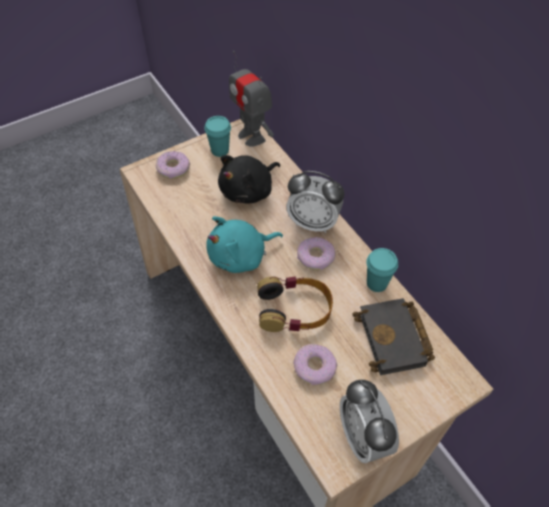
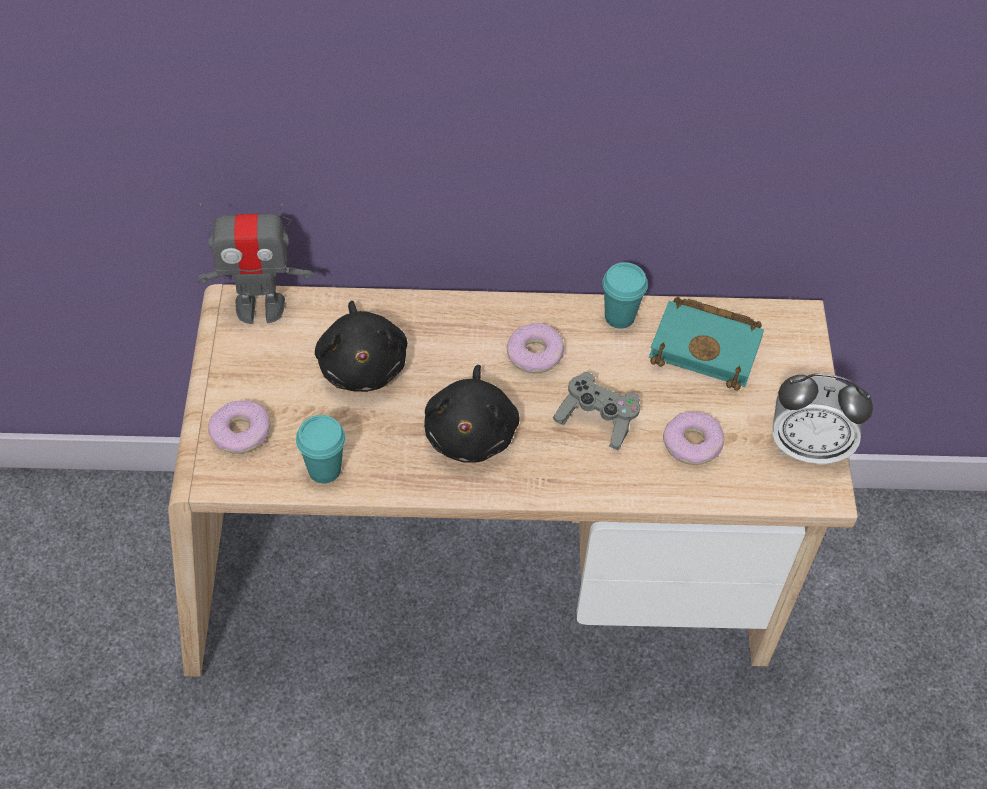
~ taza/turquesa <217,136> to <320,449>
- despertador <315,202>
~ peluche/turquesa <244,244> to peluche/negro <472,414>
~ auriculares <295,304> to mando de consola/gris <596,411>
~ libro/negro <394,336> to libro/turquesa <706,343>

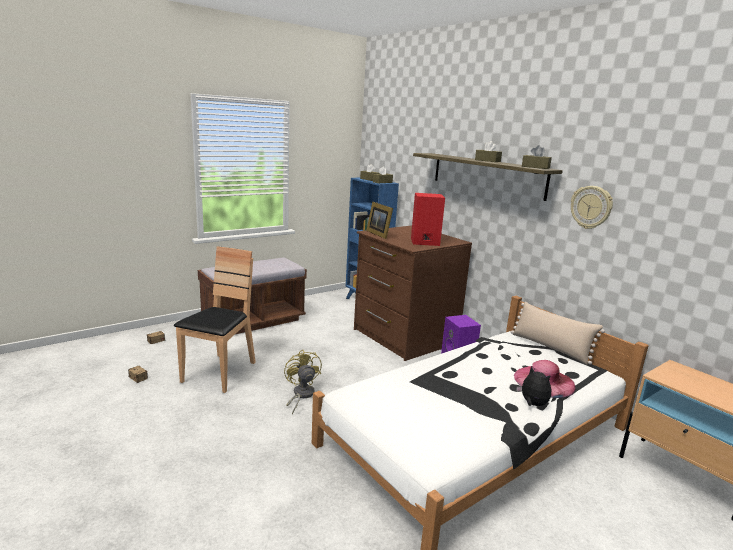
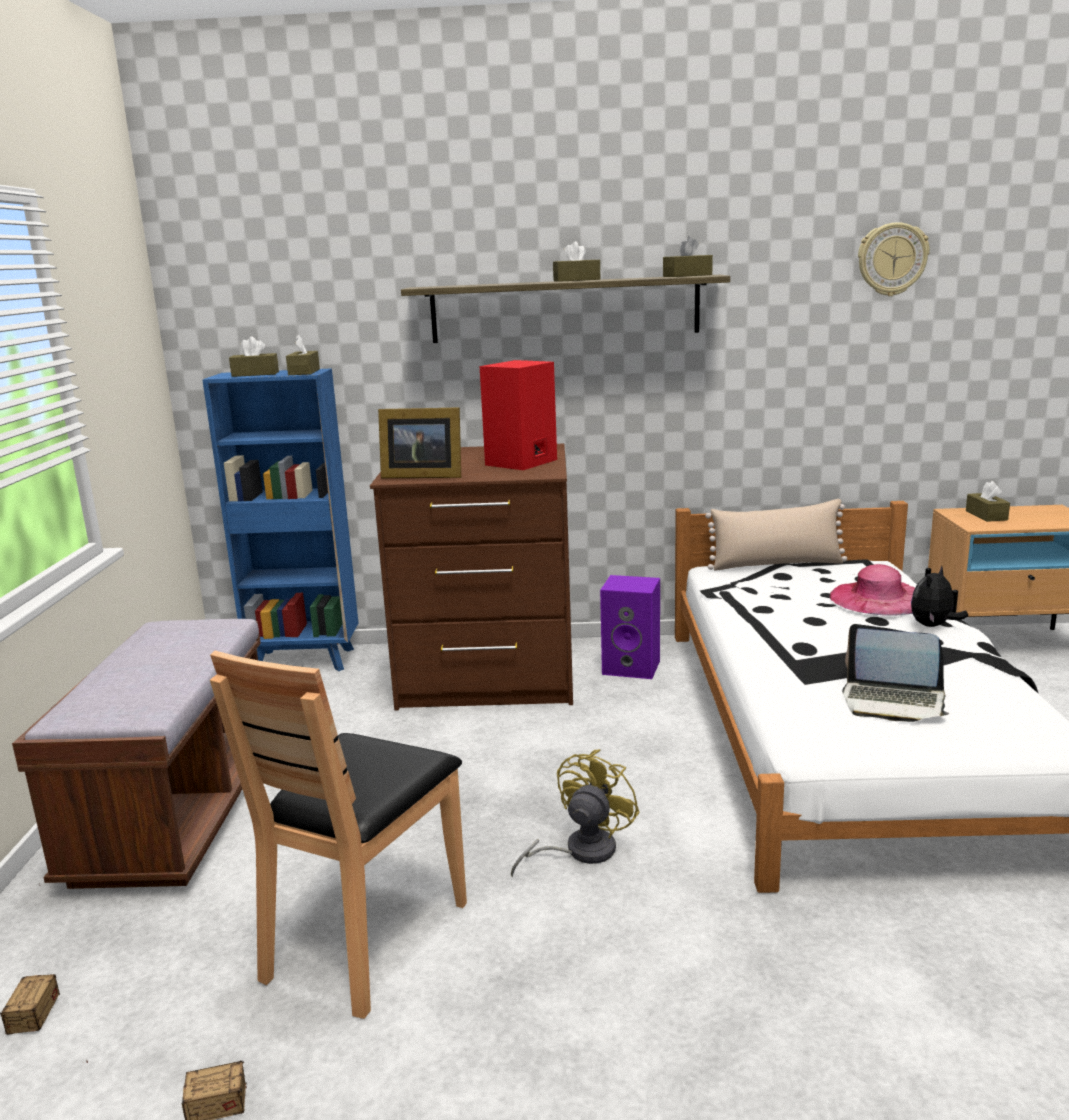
~ reloj de pared <592,207> to <894,259>
~ silla/marrón <215,319> = <338,835> 120 degrees counterclockwise
~ ventilador/amarillo <303,381> = <575,813> 105 degrees clockwise
~ peluche <533,386> = <939,596> 45 degrees counterclockwise
+ caja de pañuelos/marrón <988,501>
+ portátil <895,673>

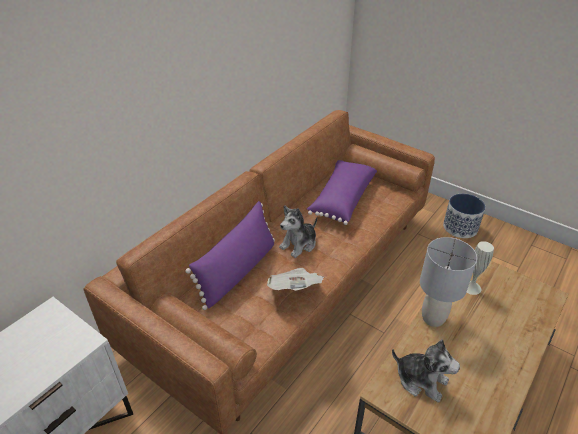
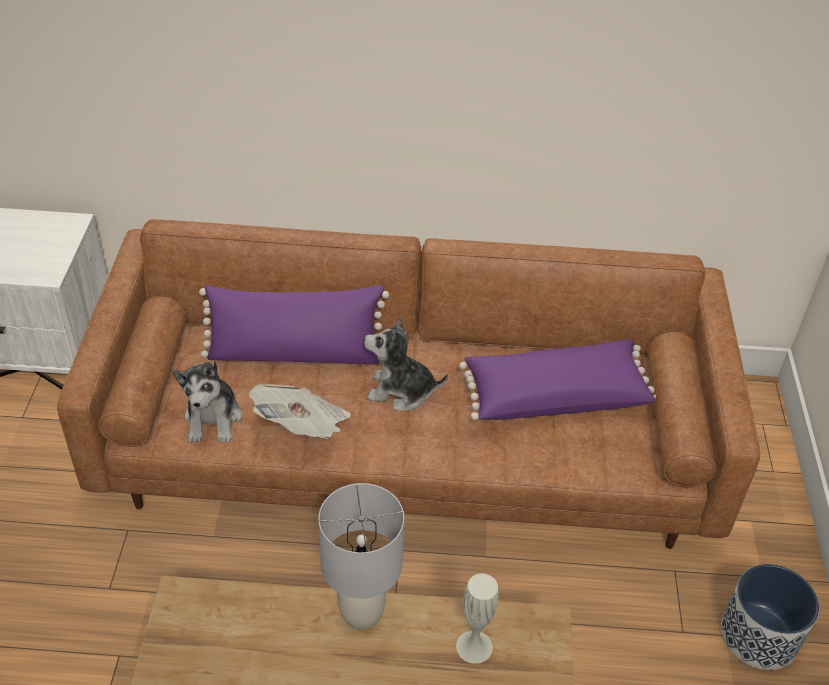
~ peluche <426,371> to <207,401>

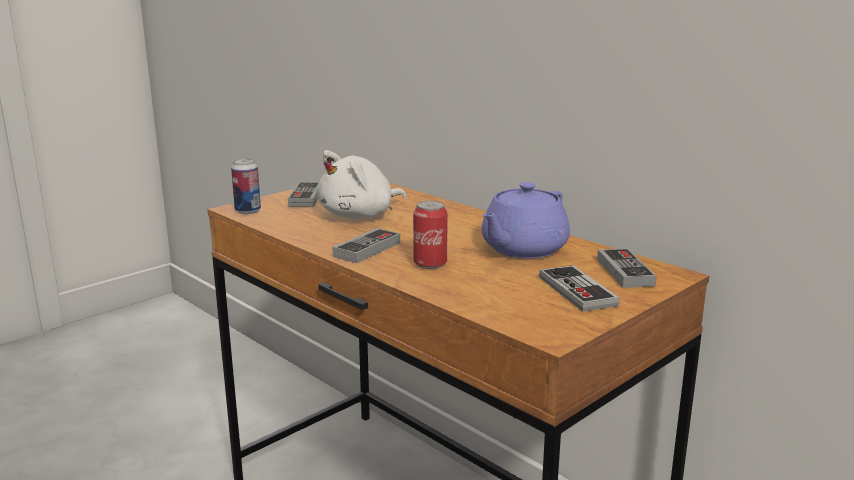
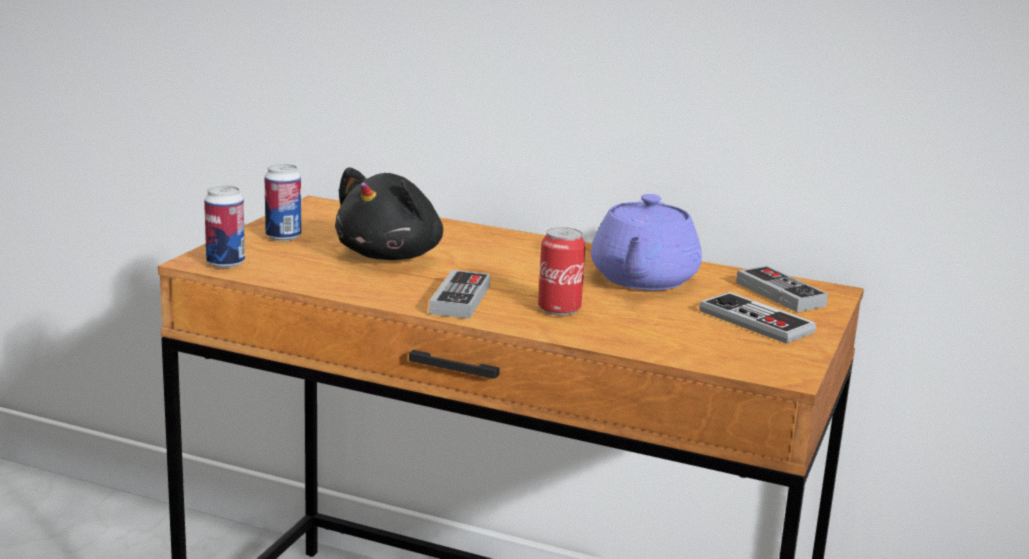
~ peluche/blanco <361,184> to peluche/negro <389,213>
~ mando de consola <303,194> to lata <283,202>

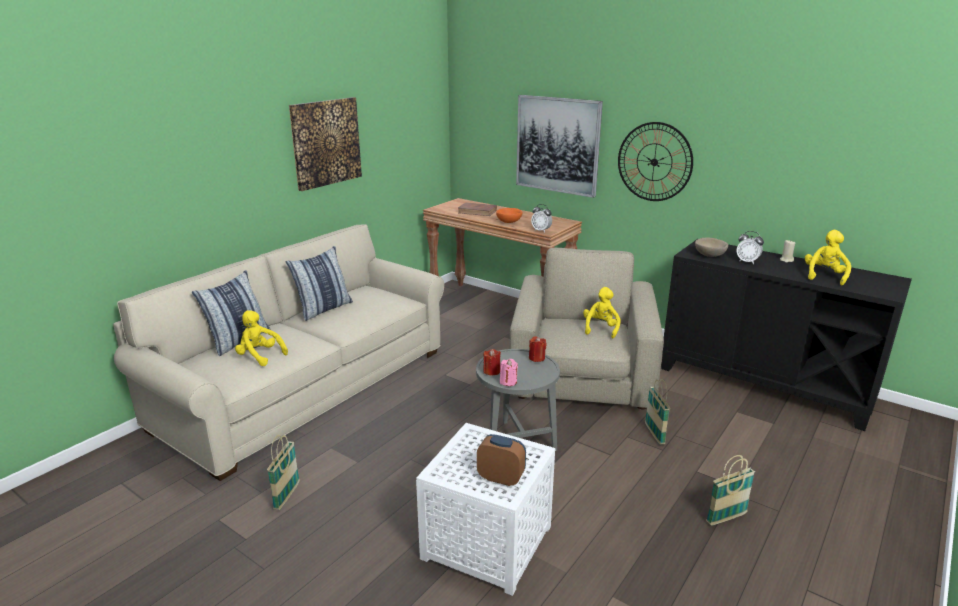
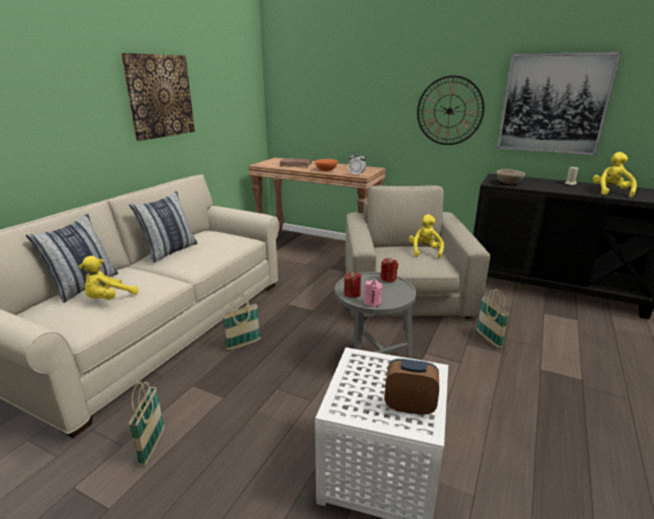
~ cuadro <559,146> to <559,103>
- despertador <750,247>
~ peluche/amarillo <261,338> = <108,278> 75 degrees counterclockwise
~ cesta <730,490> to <241,322>

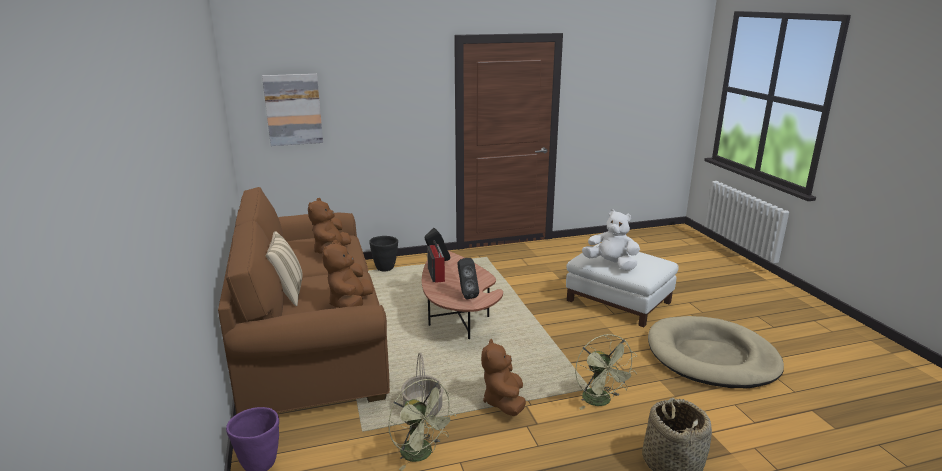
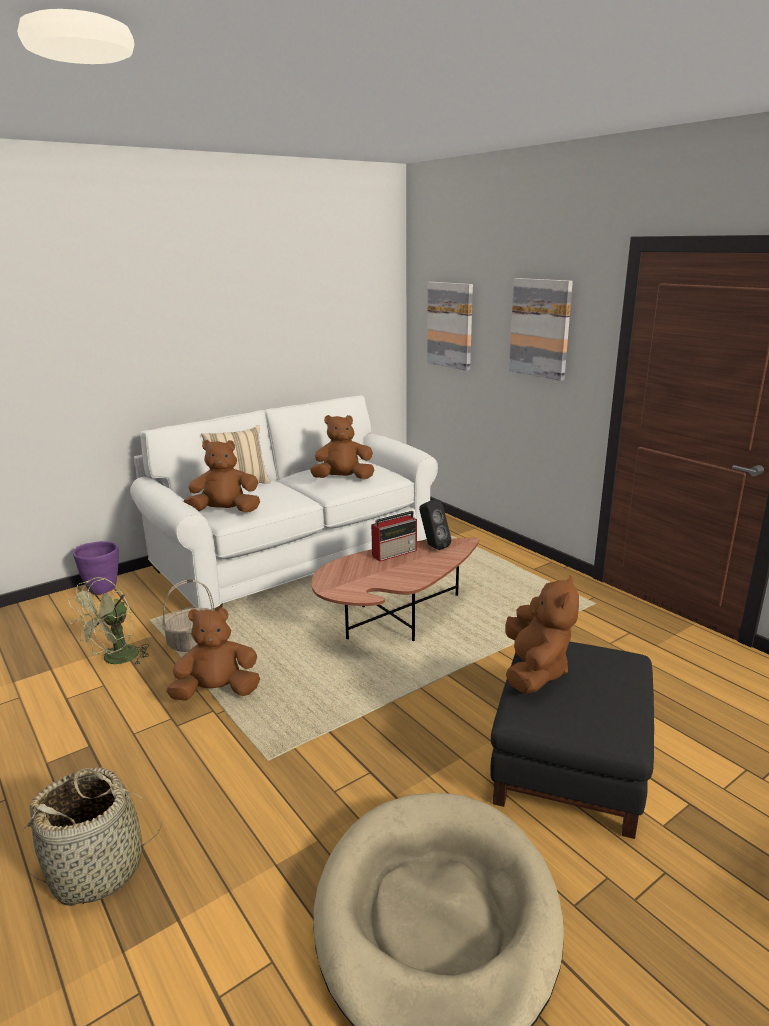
~ sofá/marrón <304,300> to sofá/blanco <284,503>
~ peluche/blanco <611,239> to peluche/marrón <542,635>
- maceta/negro <383,253>
~ puf/blanco <622,285> to puf/negro <572,740>
- altavoz/negro <468,279>
- ventilador/verde <606,372>
+ cuadro <541,329>

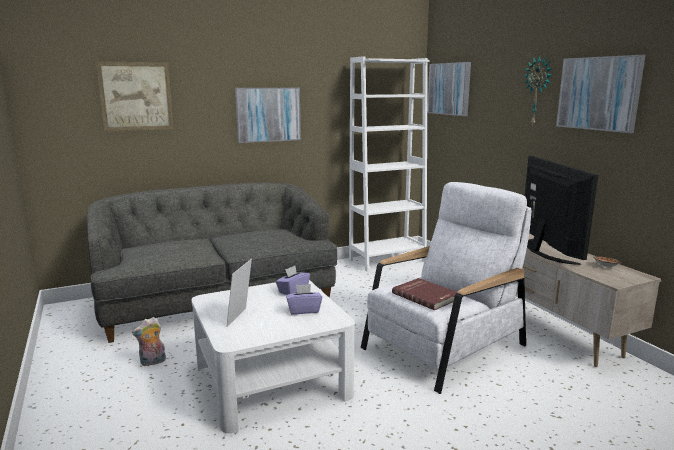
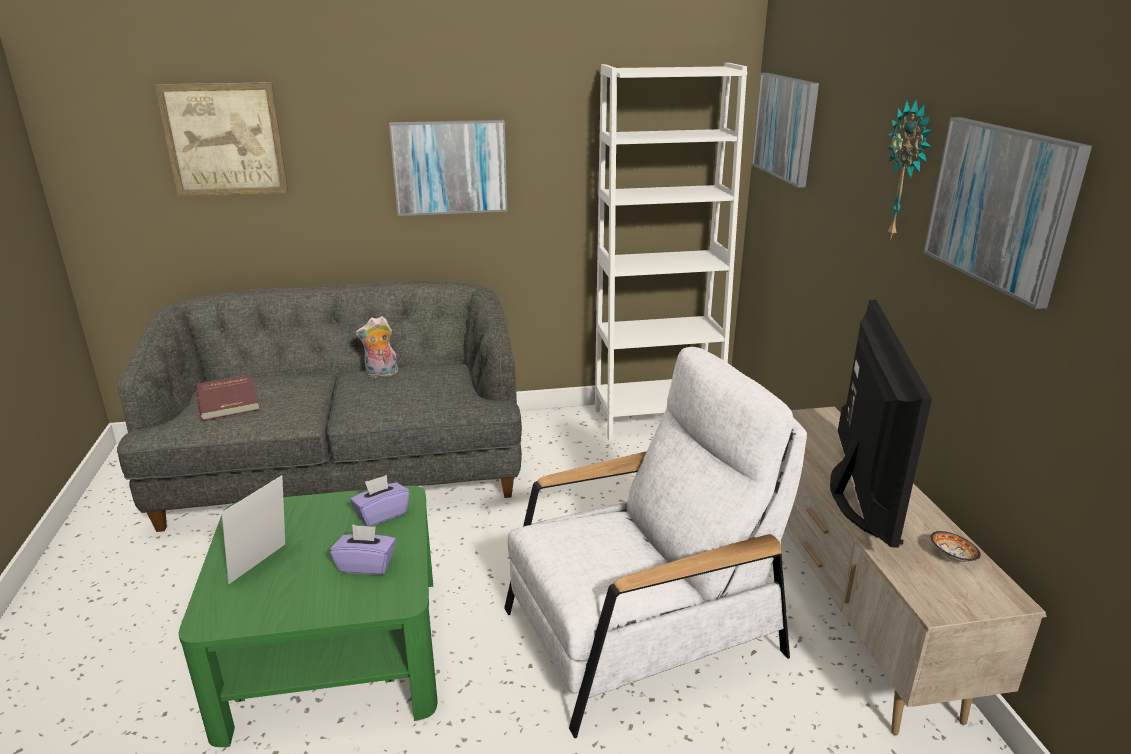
~ libro/rojo <424,294> to <228,397>
~ mesa de centro/blanco <273,356> to mesa de centro/verde <308,616>
~ peluche <149,341> to <376,347>

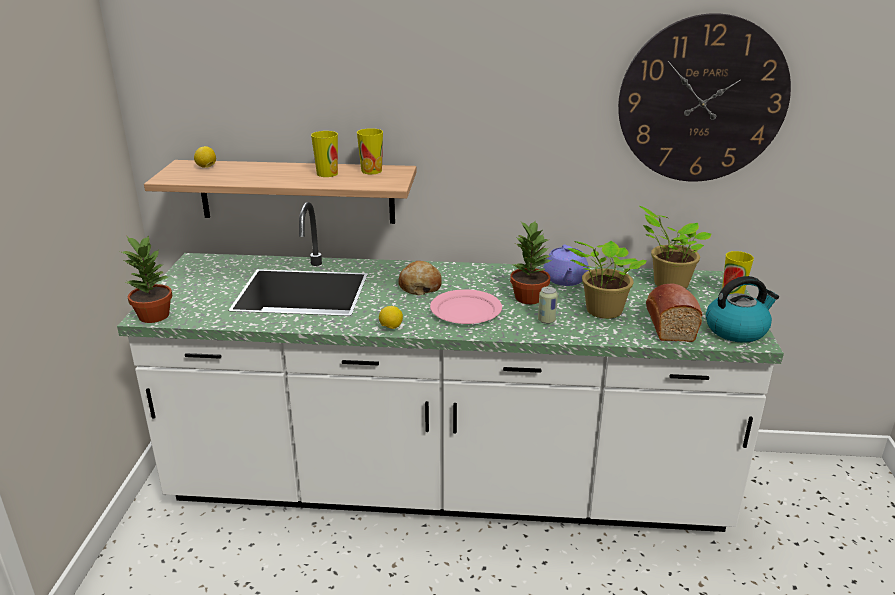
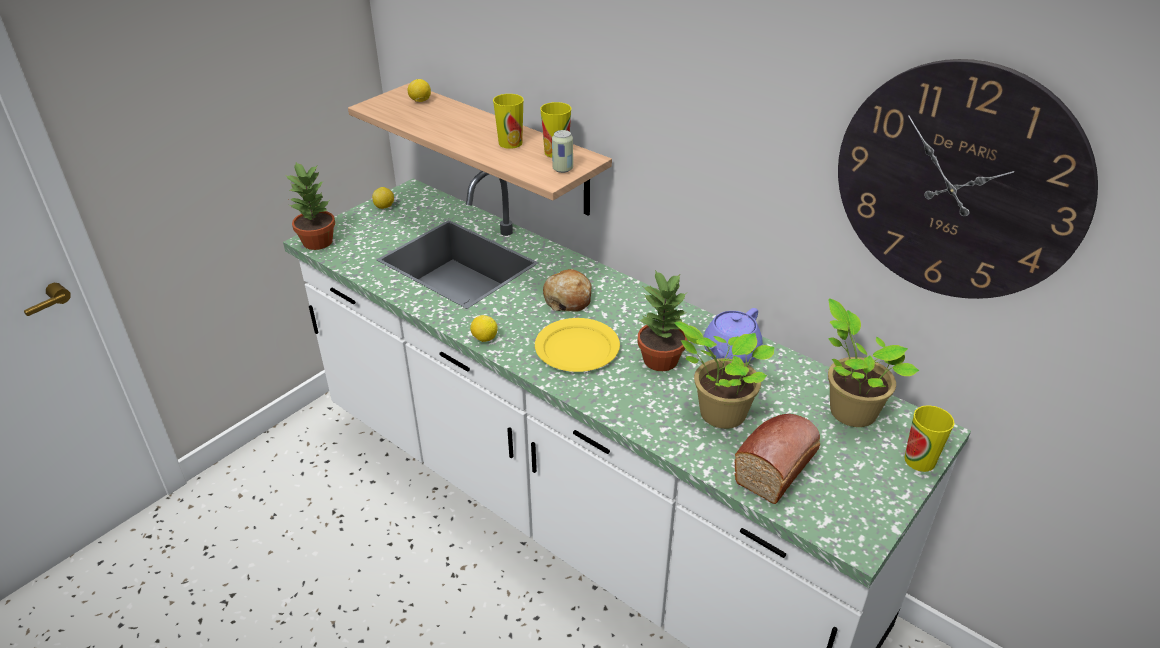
- hervidor <742,309>
~ lata <548,305> to <562,151>
~ plato/rosa <466,306> to plato/amarillo <577,345>
+ limón <383,198>

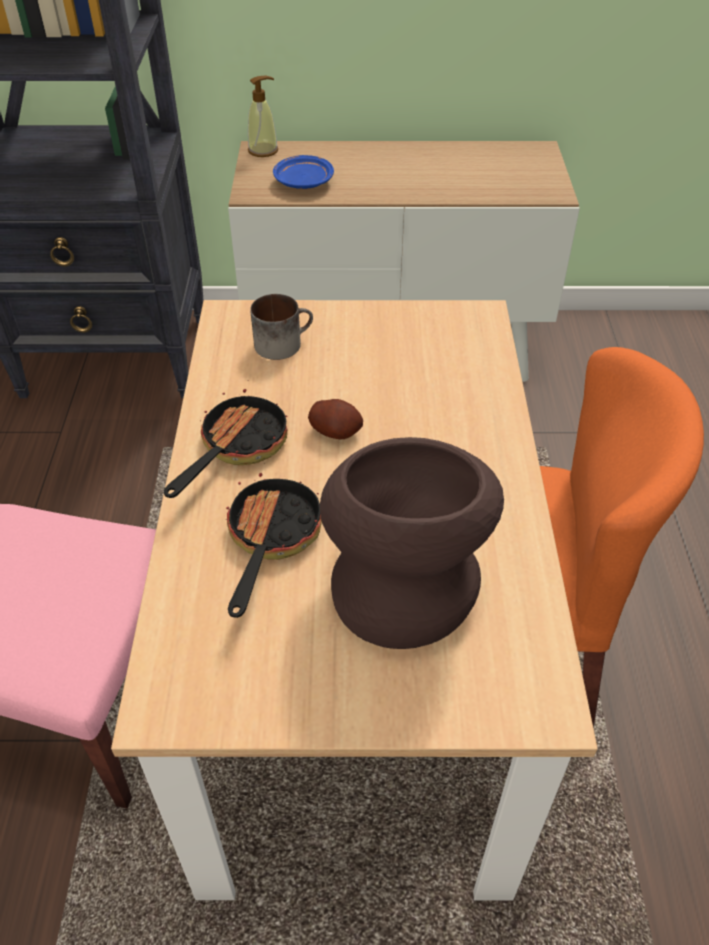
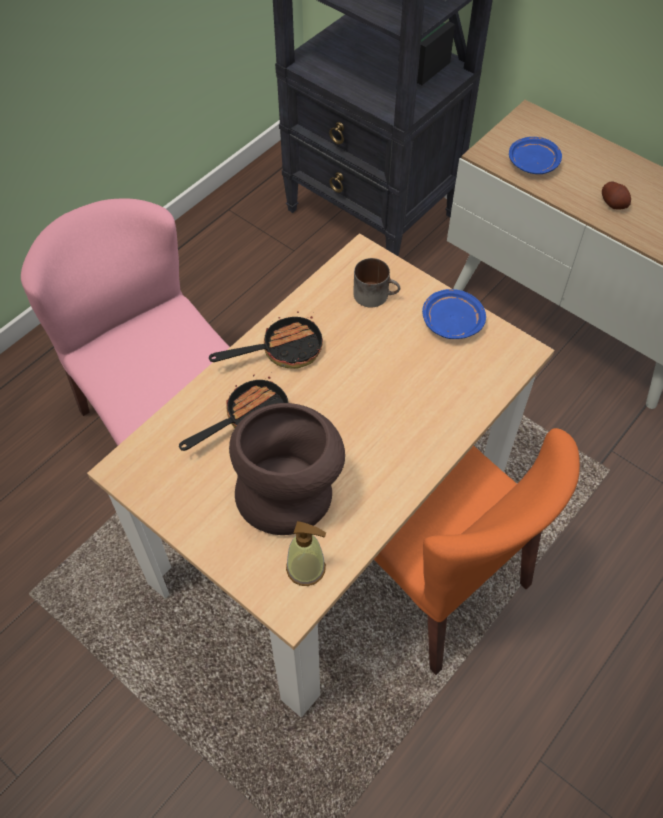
~ dispensador de jabón <263,116> to <306,553>
~ patata <335,419> to <616,195>
+ plato/azul <454,314>

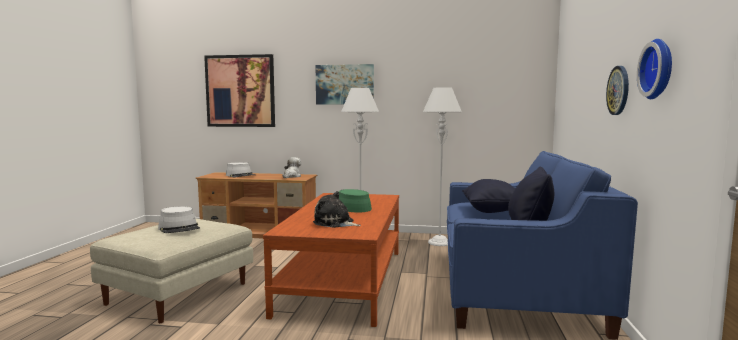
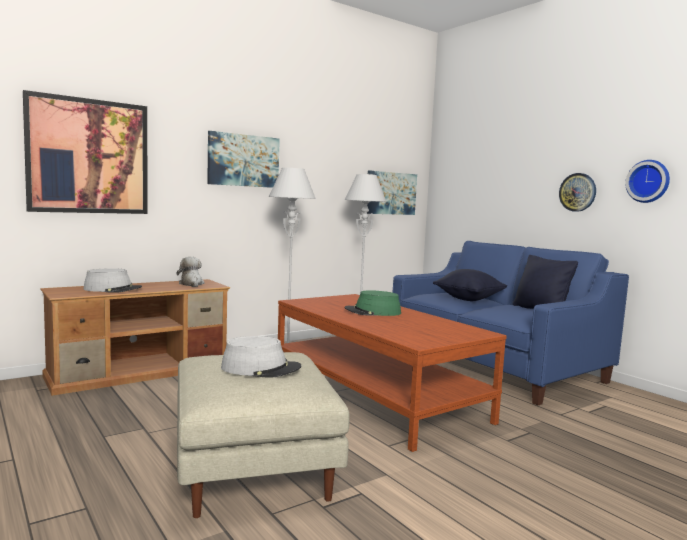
- peluche <337,209>
+ cuadro <391,193>

